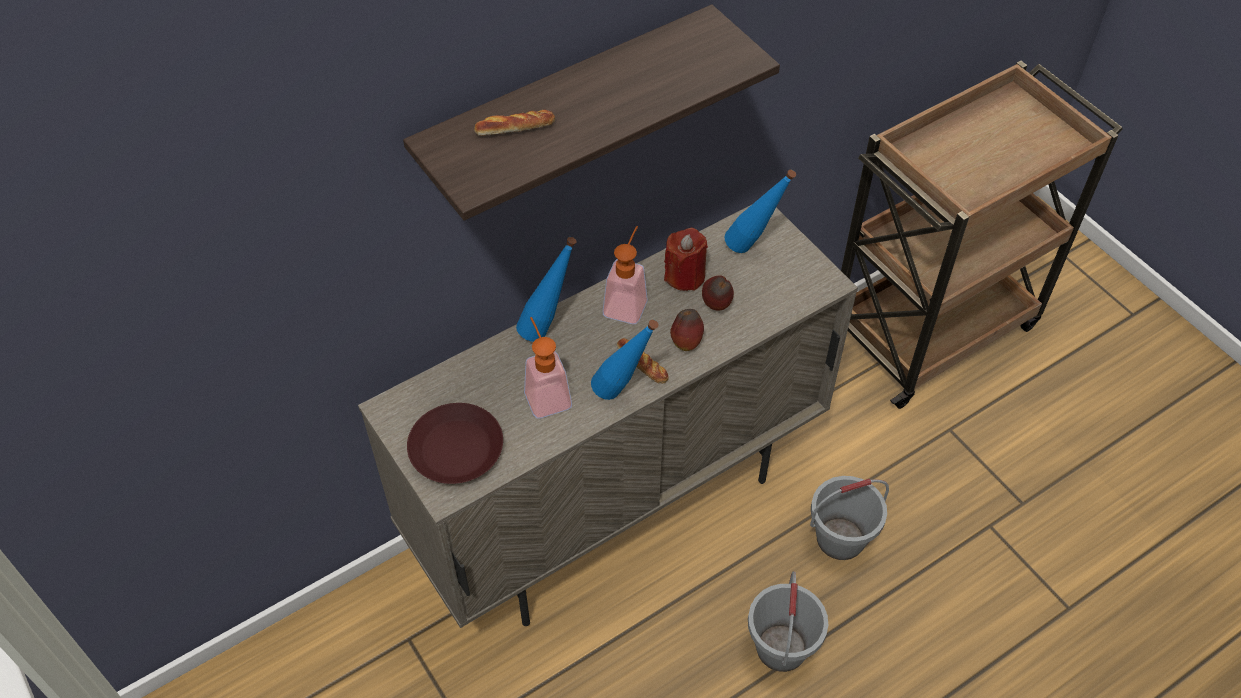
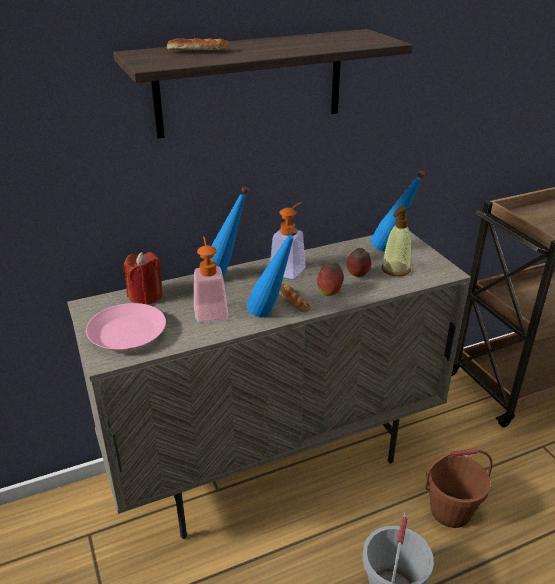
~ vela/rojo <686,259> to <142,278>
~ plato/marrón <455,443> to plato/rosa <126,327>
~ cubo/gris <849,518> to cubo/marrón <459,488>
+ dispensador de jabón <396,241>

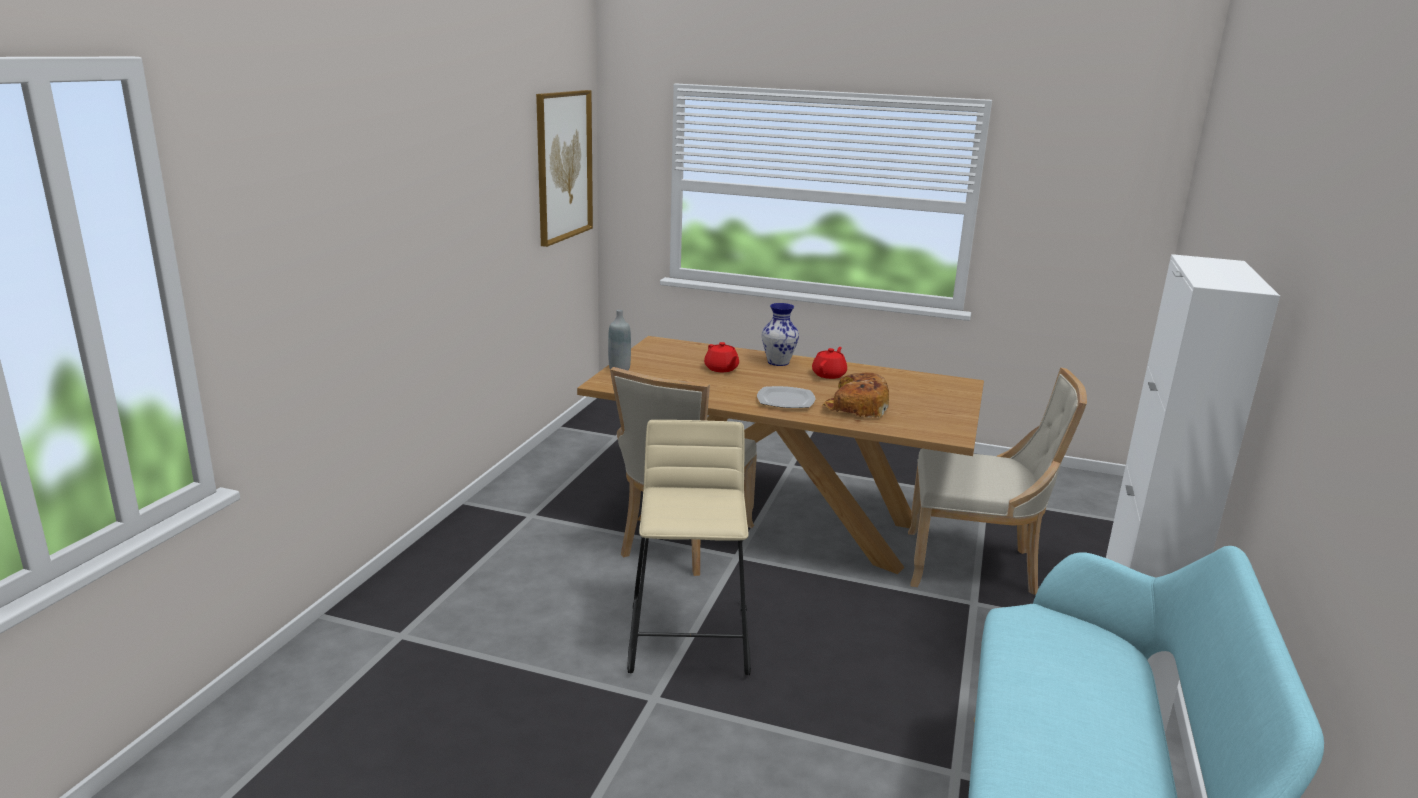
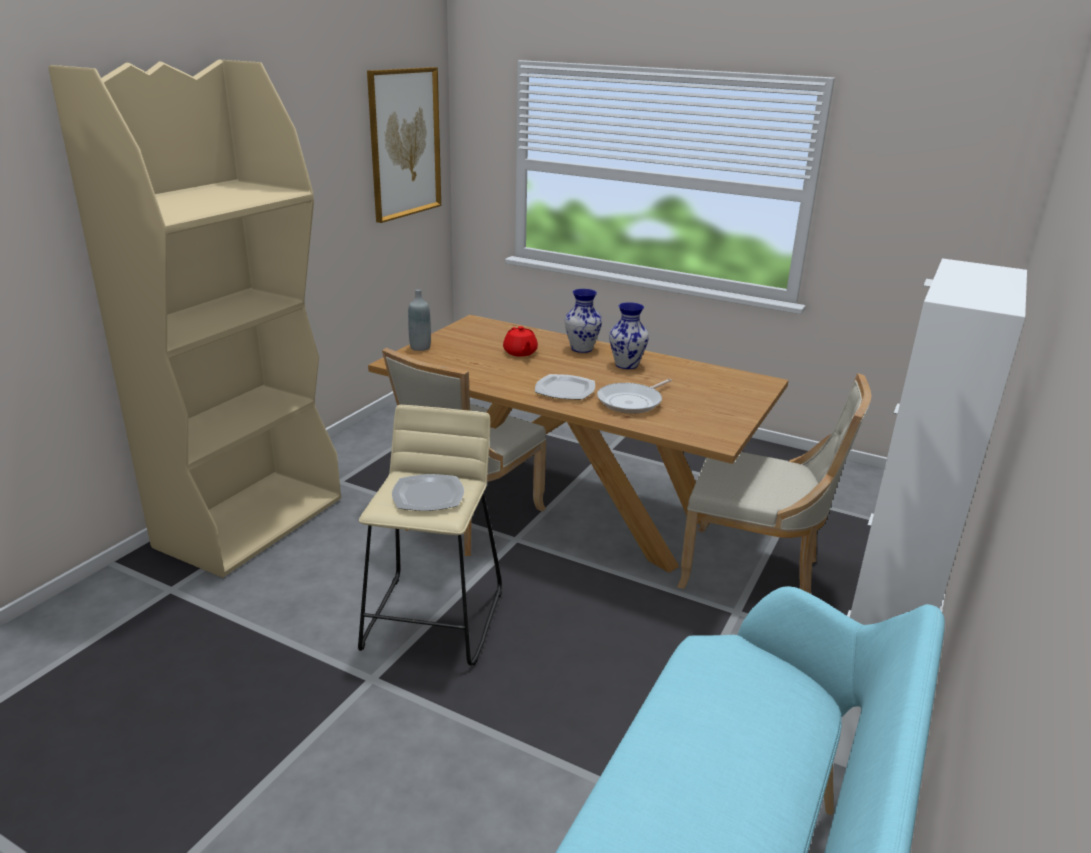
~ tetera/rojo <829,363> to florero <629,335>
~ pan <855,395> to sartén <634,396>
+ estantería/beis <194,319>
+ plato <428,492>

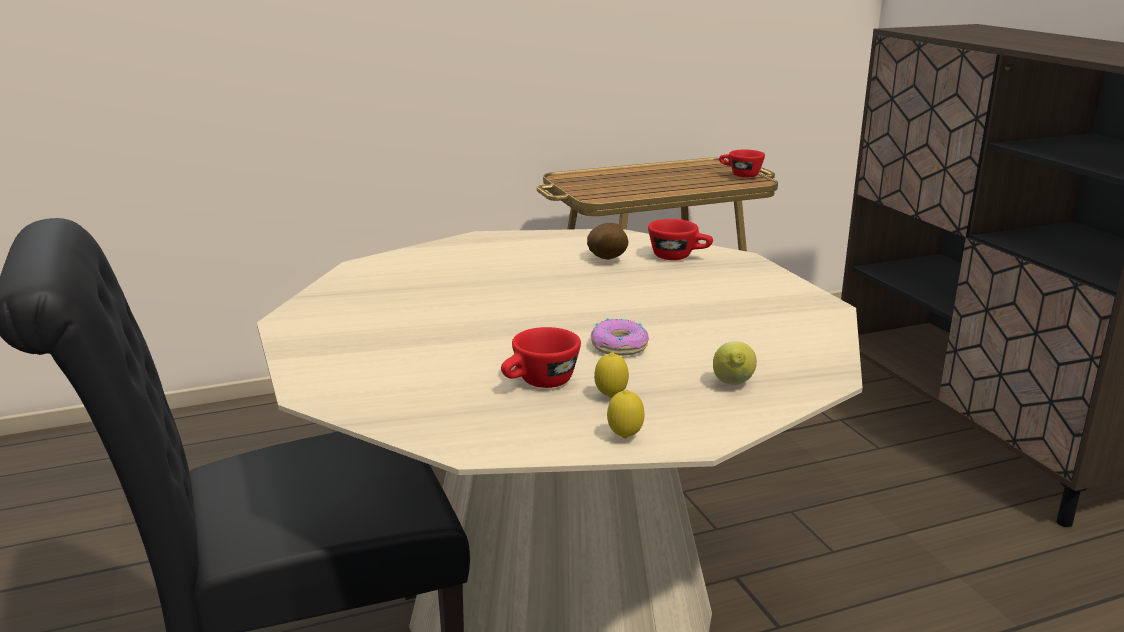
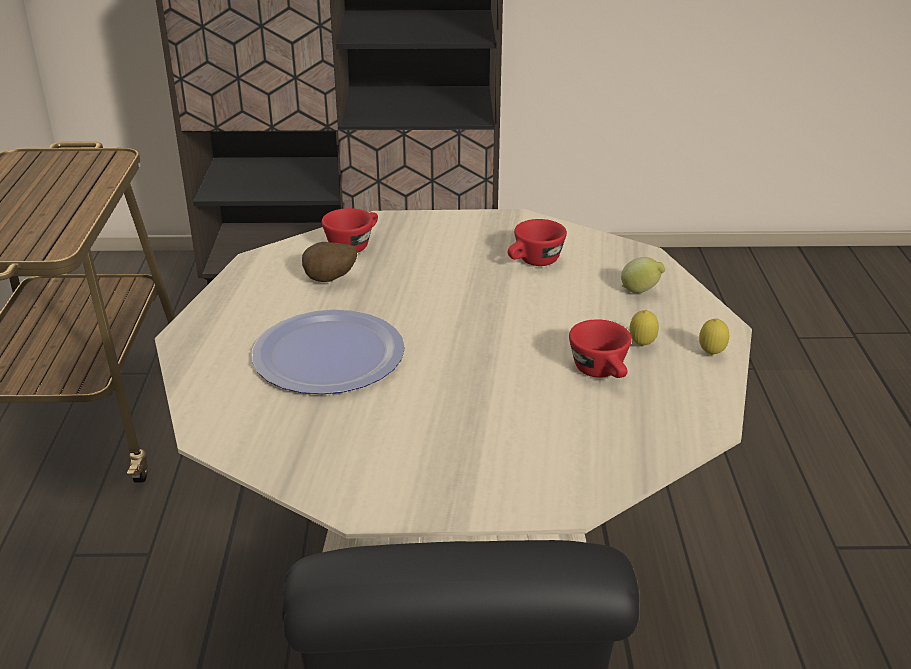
~ taza/rojo <742,163> to <537,242>
- rosquilla <620,337>
+ plato <328,351>

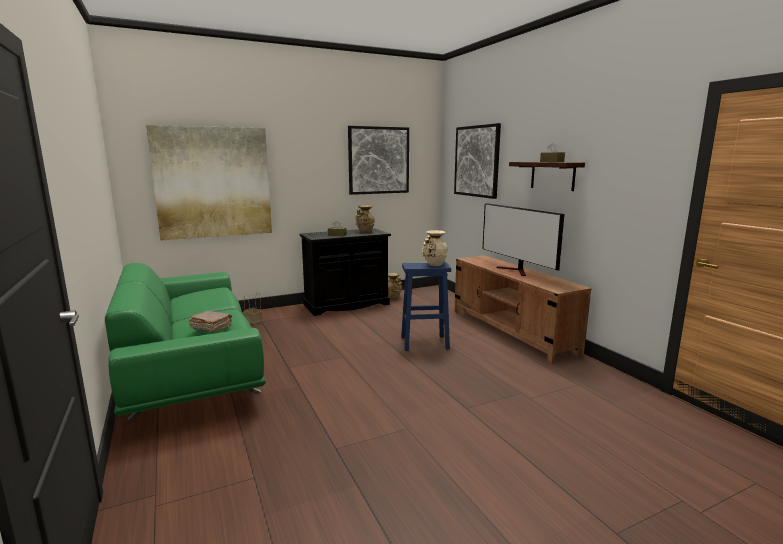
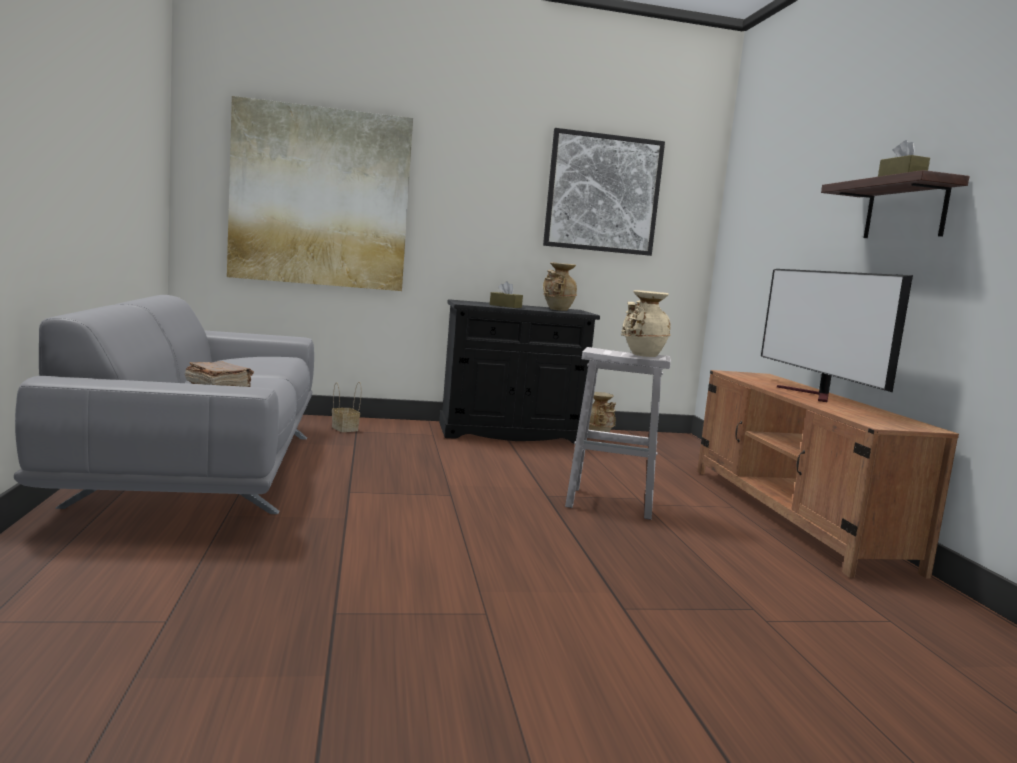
- cuadro <477,161>
~ taburete/azul <426,306> to taburete/blanco <618,433>
~ sofá/verde <185,341> to sofá/gris <164,404>

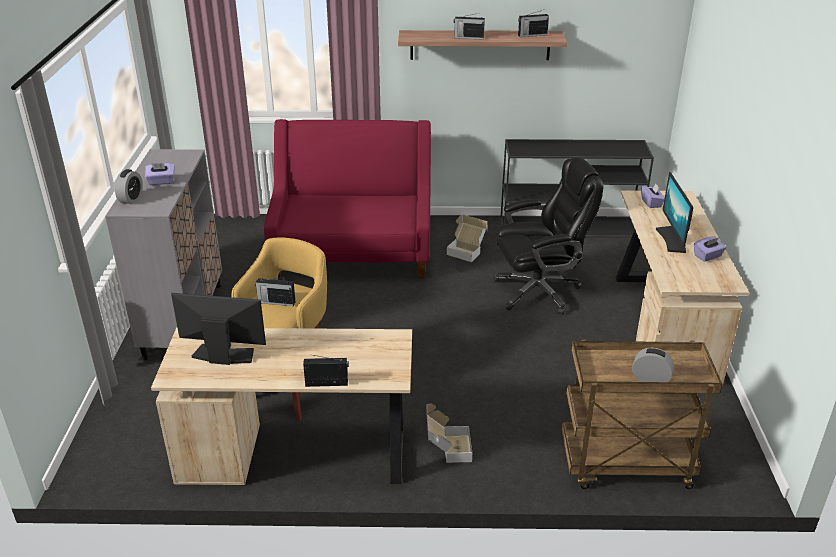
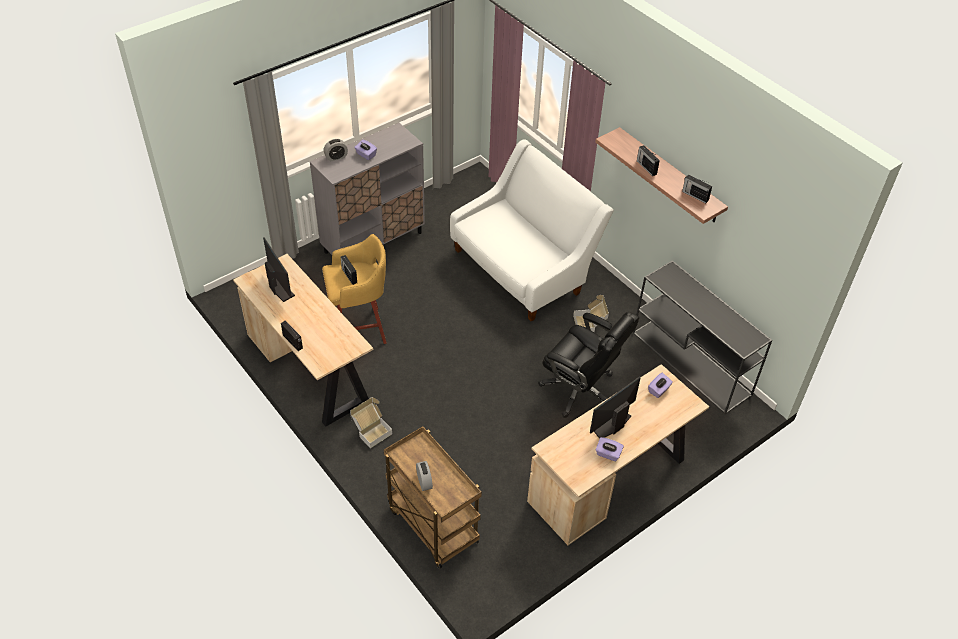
~ sofá/rojo <347,199> to sofá/blanco <532,230>

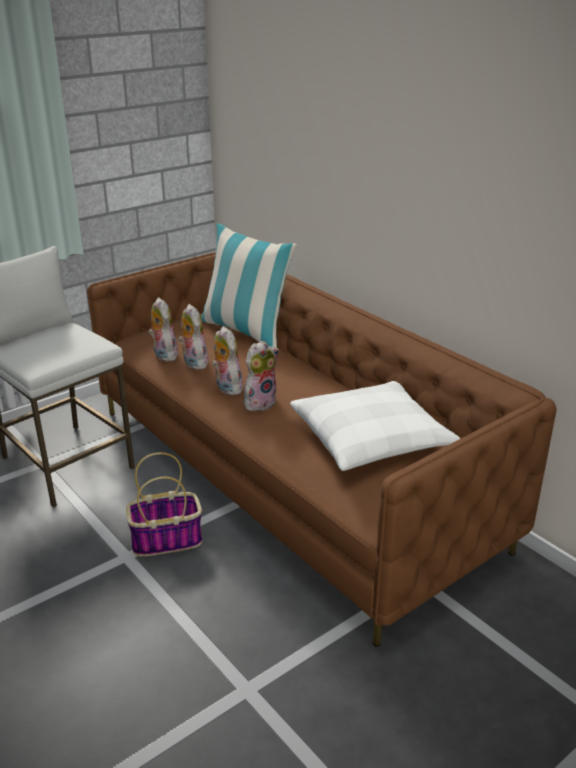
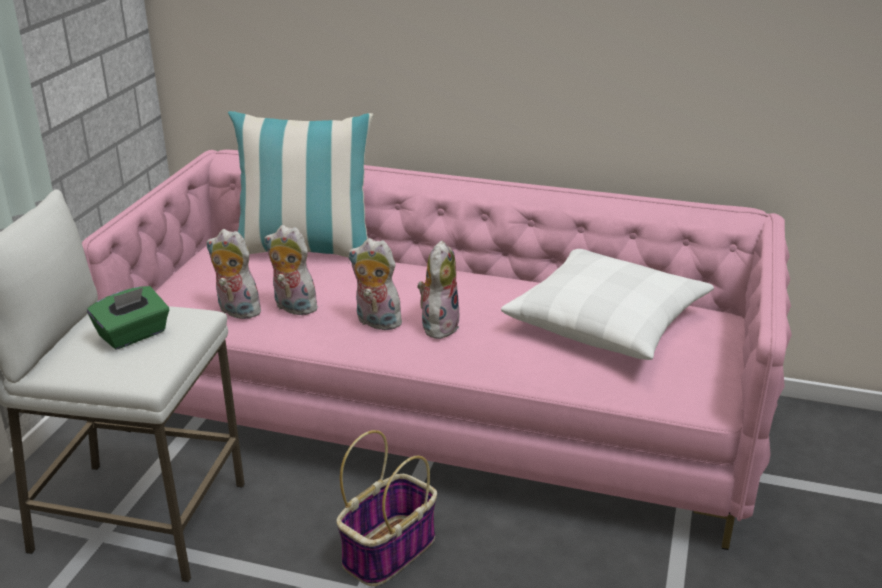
~ sofá/marrón <322,449> to sofá/rosa <437,350>
+ caja de pañuelos/verde <128,318>

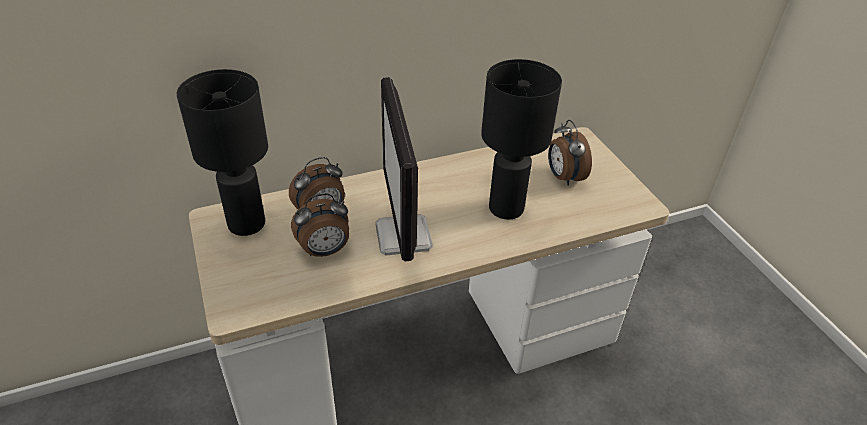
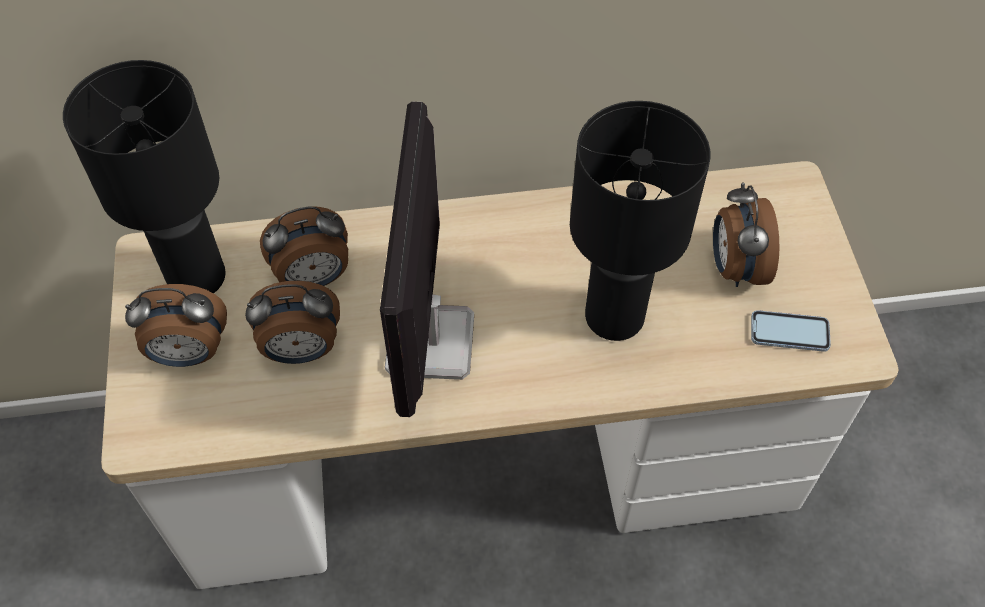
+ despertador <176,325>
+ móvil <791,331>

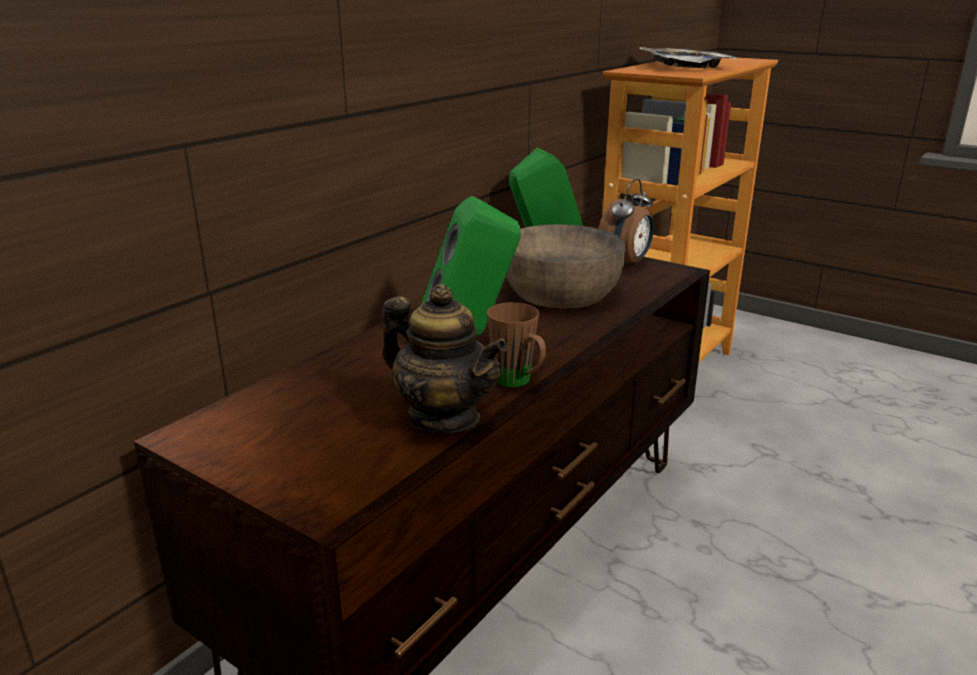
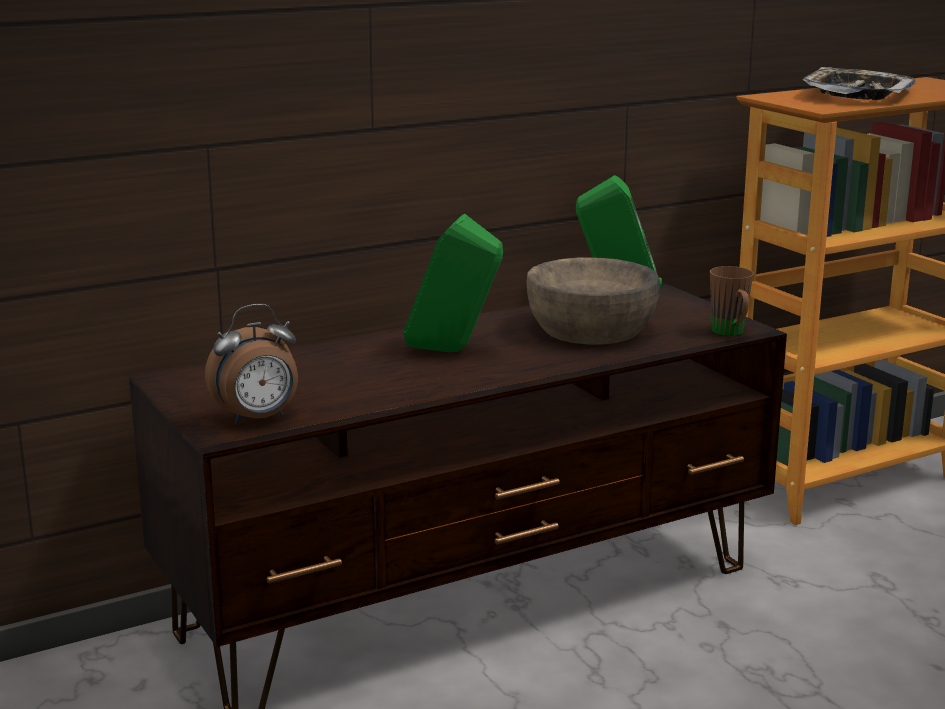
~ despertador <626,221> to <251,364>
- tetera <445,358>
~ taza grande/marrón <516,344> to <732,301>

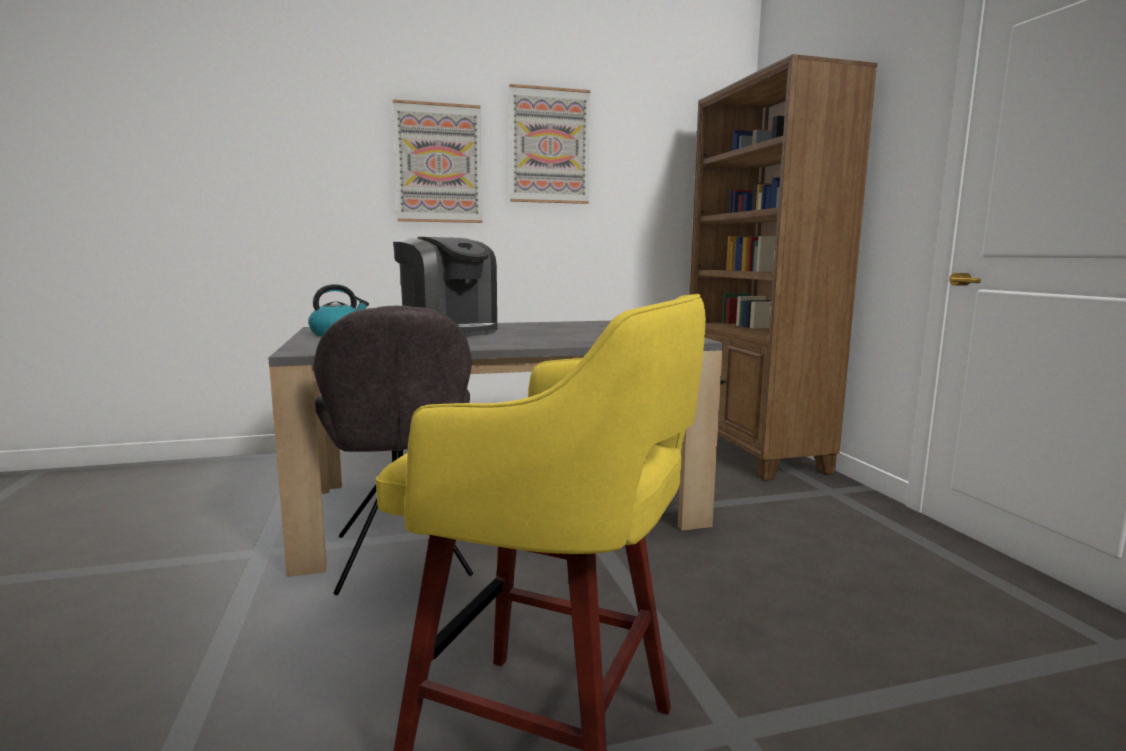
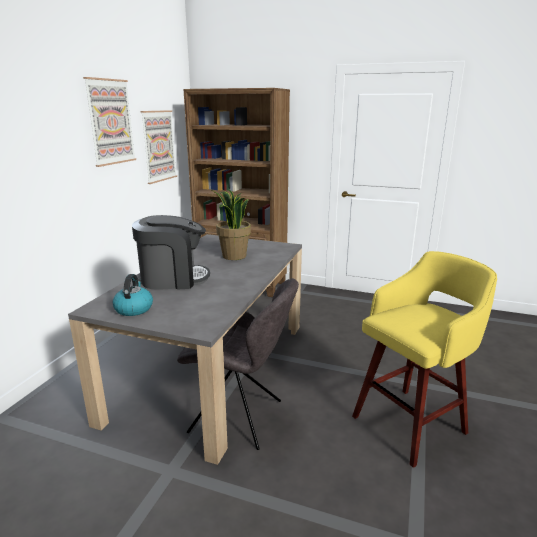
~ cuadro <437,161> to <159,147>
+ planta en maceta <231,224>

